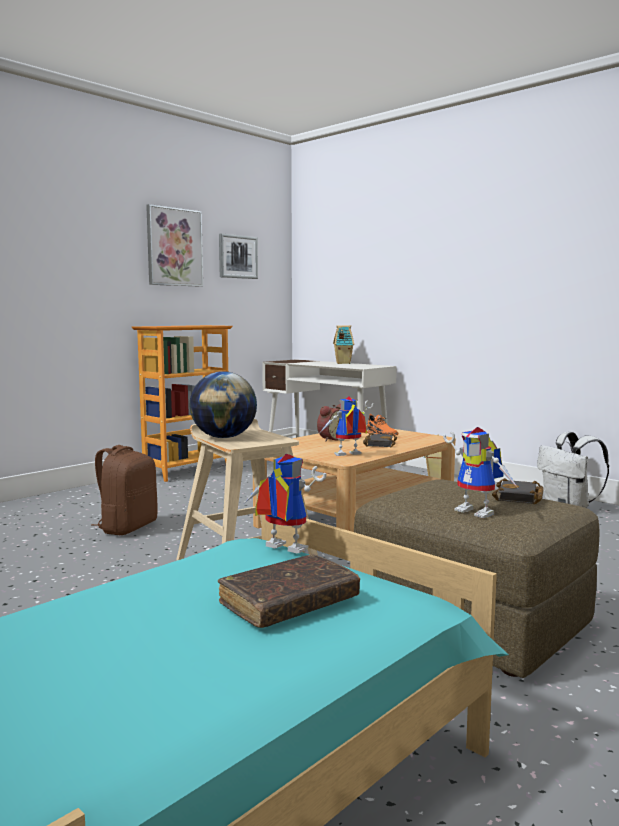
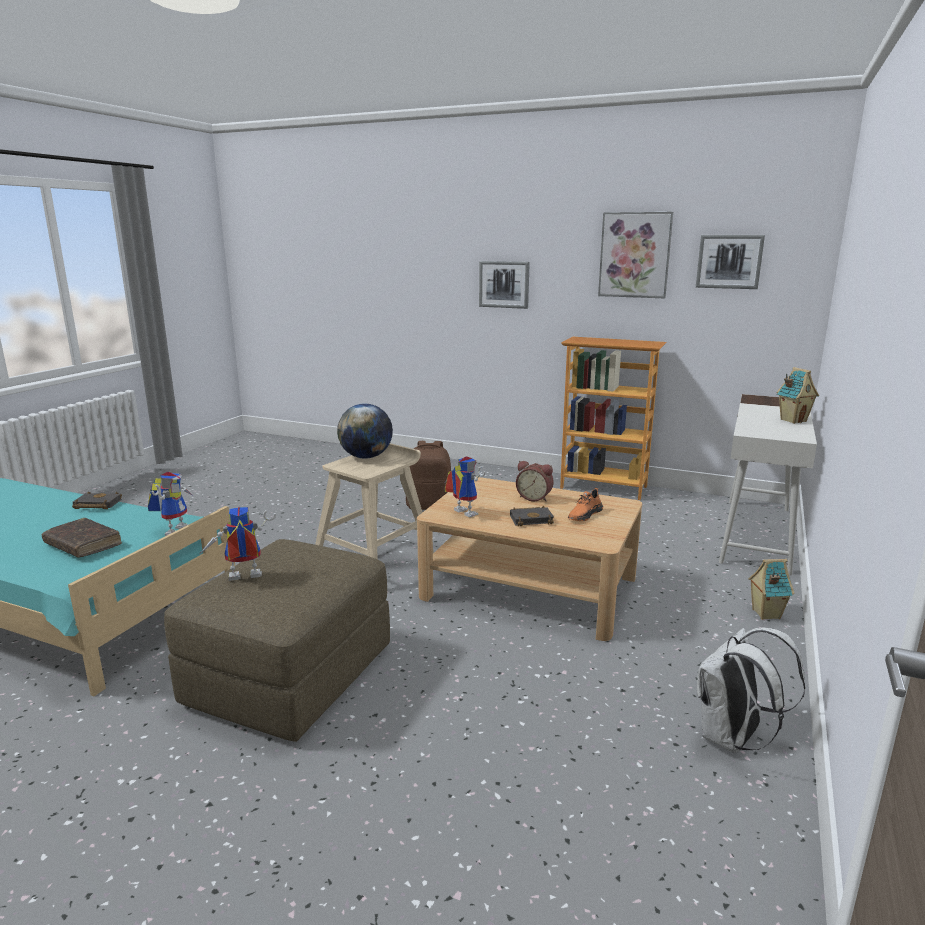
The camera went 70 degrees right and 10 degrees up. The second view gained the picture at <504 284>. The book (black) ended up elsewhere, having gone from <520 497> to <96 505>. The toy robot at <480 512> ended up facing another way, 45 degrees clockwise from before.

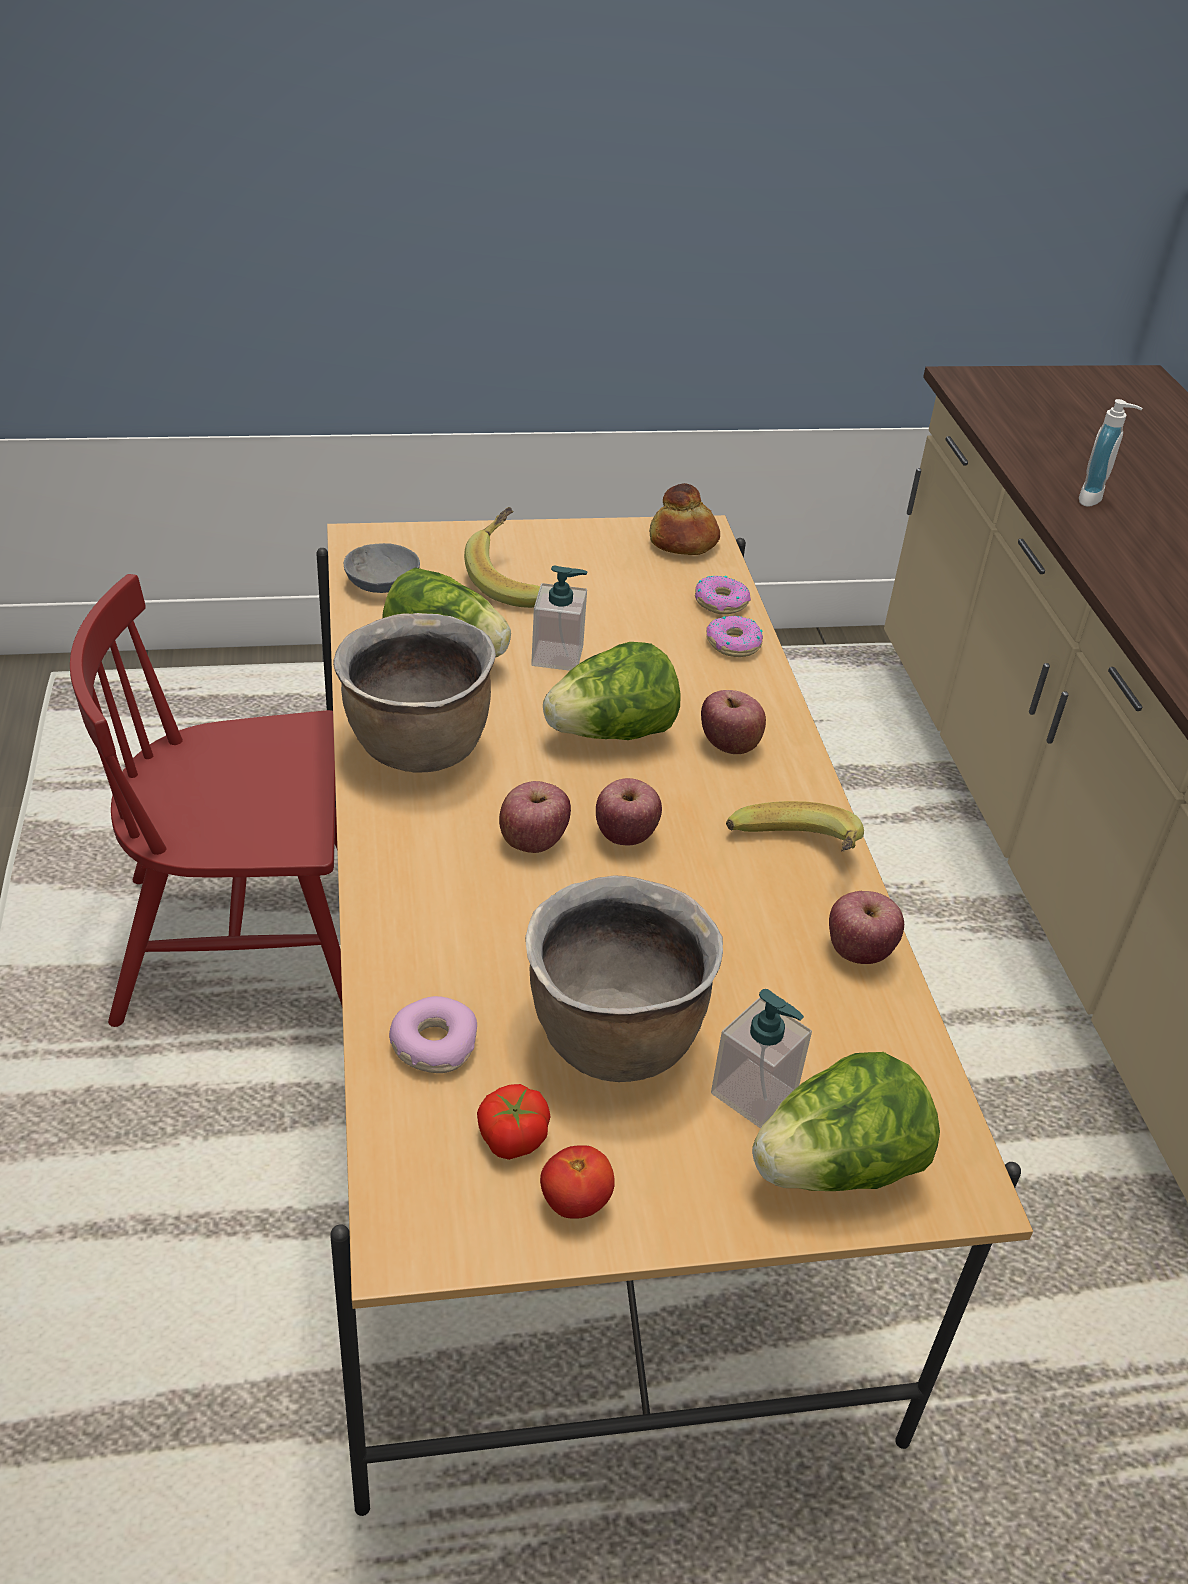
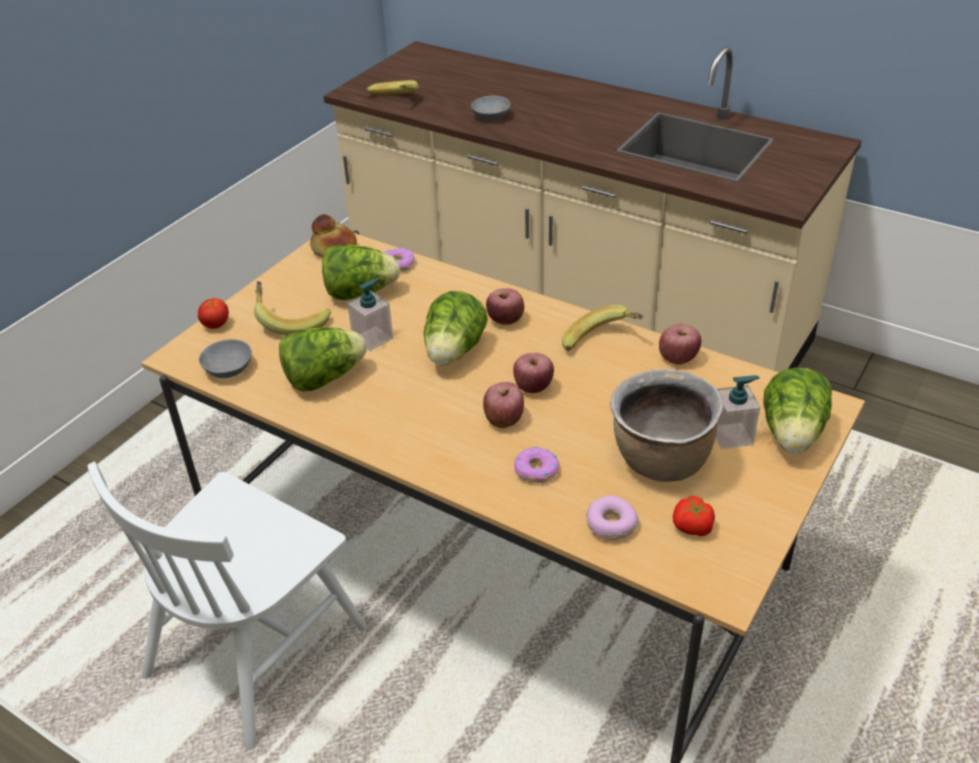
The camera went 45 degrees left and 0 degrees up. The second view lost the cooking pot (brown) at <417 748>. The second view gained the lettuce at <360 292>. The second view gained the banana at <392 102>. The tomato ended up elsewhere, having gone from <575 1202> to <216 325>. The donut ended up elsewhere, having gone from <733 644> to <536 470>. Where the soap dispenser stood at <1095 499>, the bowl (grey) came to stand at <490 116>. What was the chair (red) at <243 943> turned into the chair (white) at <256 649>.

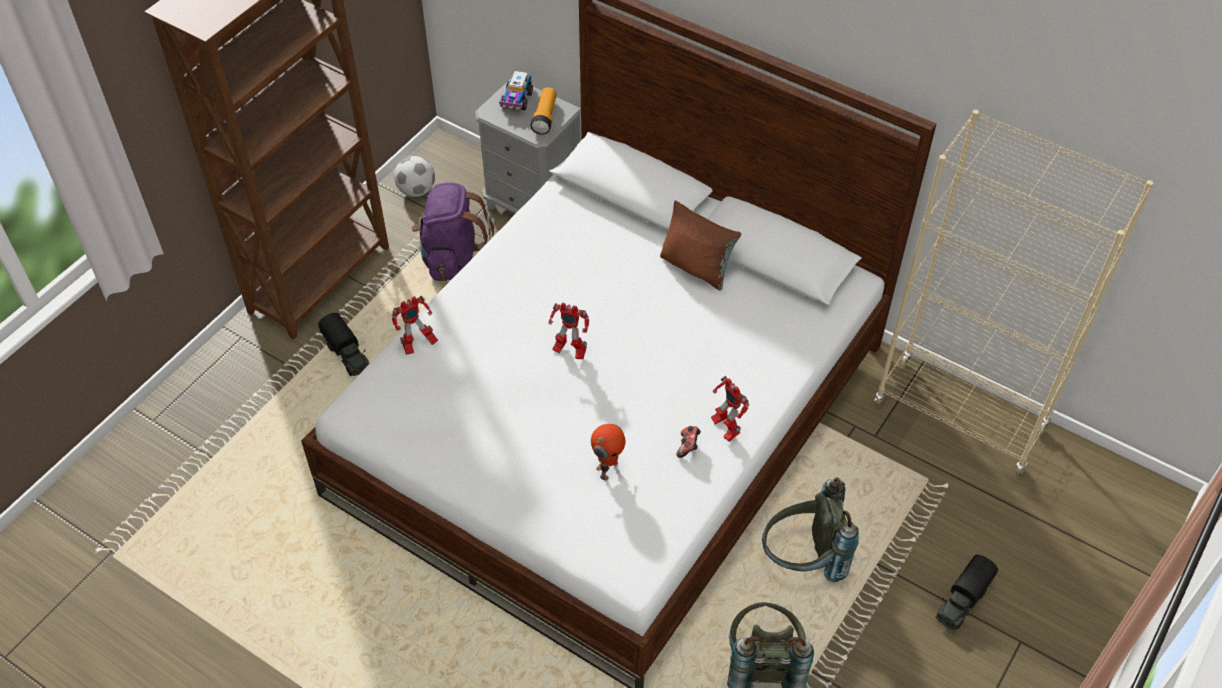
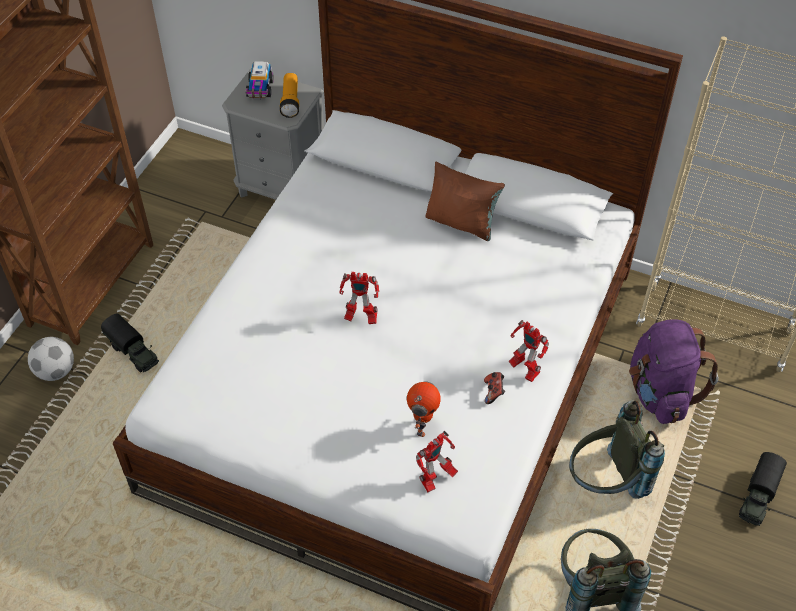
The camera went 10 degrees left and 0 degrees up. The toy robot ended up elsewhere, having gone from <417 345> to <436 479>. The football ended up elsewhere, having gone from <416 190> to <56 371>. The backpack (purple) ended up elsewhere, having gone from <453 258> to <660 393>.

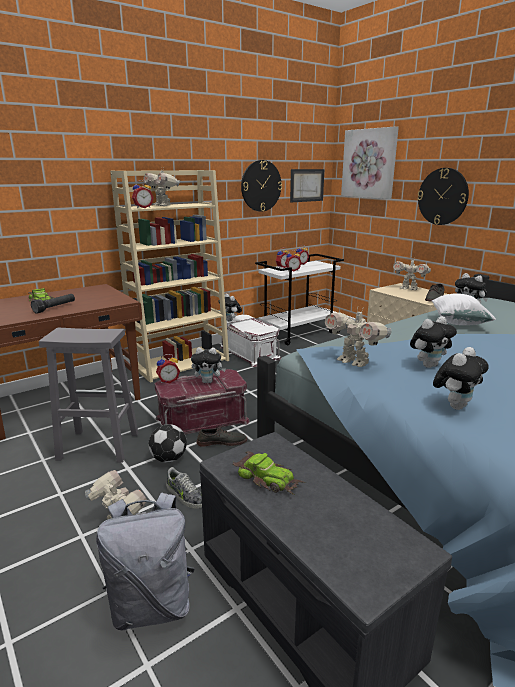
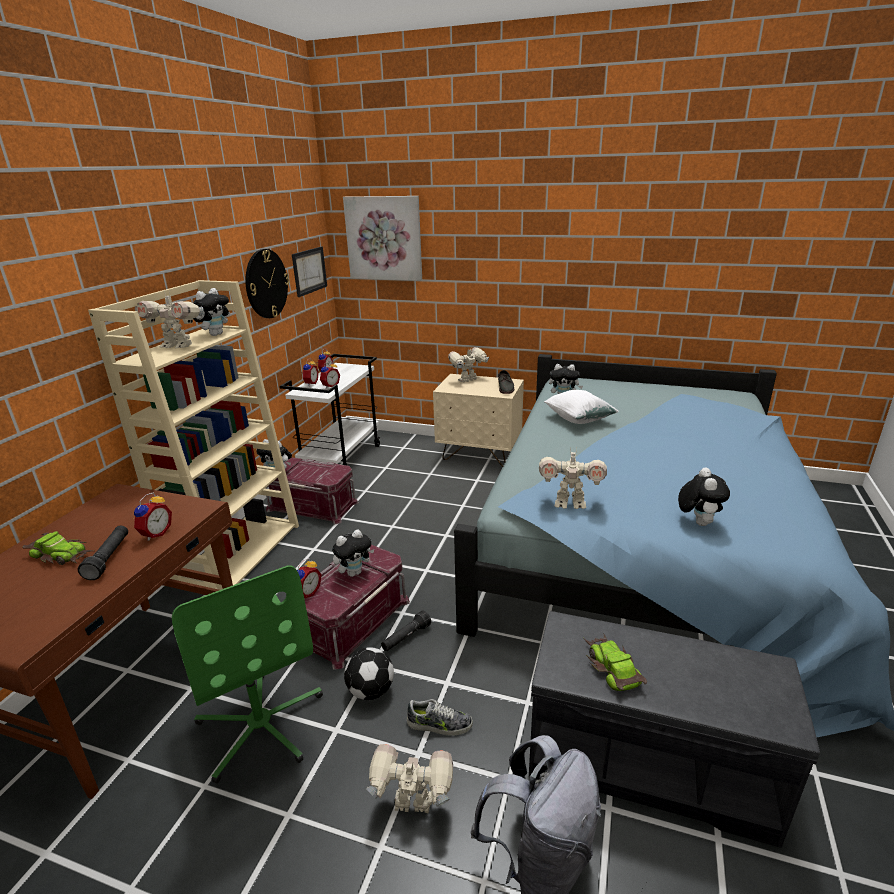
The camera went 35 degrees left and 5 degrees up. The second view lost the wall clock at <443 196>. The alarm clock ended up elsewhere, having gone from <143 207> to <155 533>. The plush toy ended up elsewhere, having gone from <428 365> to <215 334>. Where the stool (grey) stood at <97 446>, the office chair (green) came to stand at <261 724>. Where the shoe (grey) stood at <222 441>, the flashlight (black) came to stand at <406 638>. What was the storage box (white) at <250 353> turned into the storage box (red) at <313 505>. The toy car at <268 479> ended up facing another way, 105 degrees counterclockwise from before. The toy robot at <409 289> ended up facing another way, 150 degrees clockwise from before.

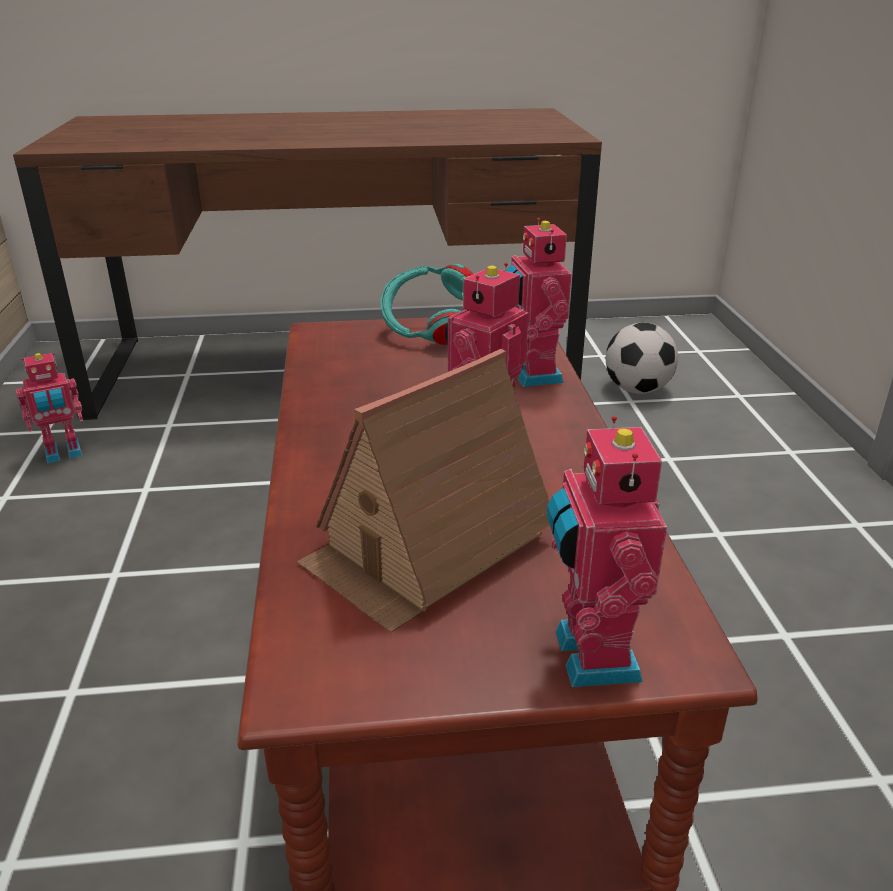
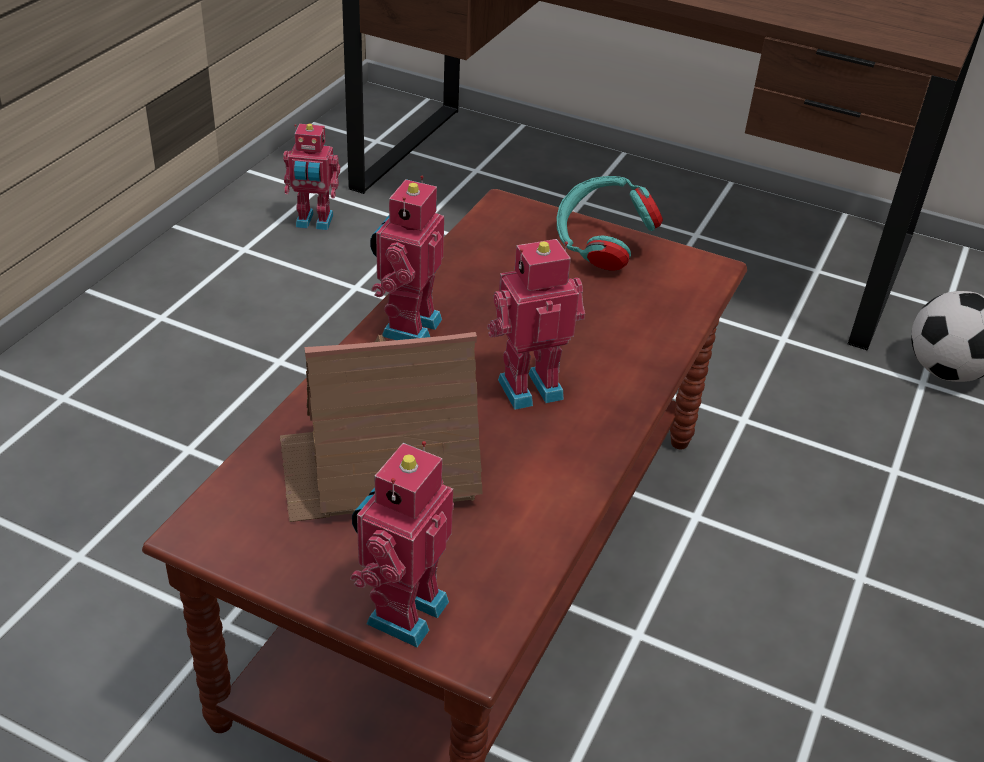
The camera went 30 degrees right and 10 degrees up. The toy robot ended up elsewhere, having gone from <532 375> to <407 326>.

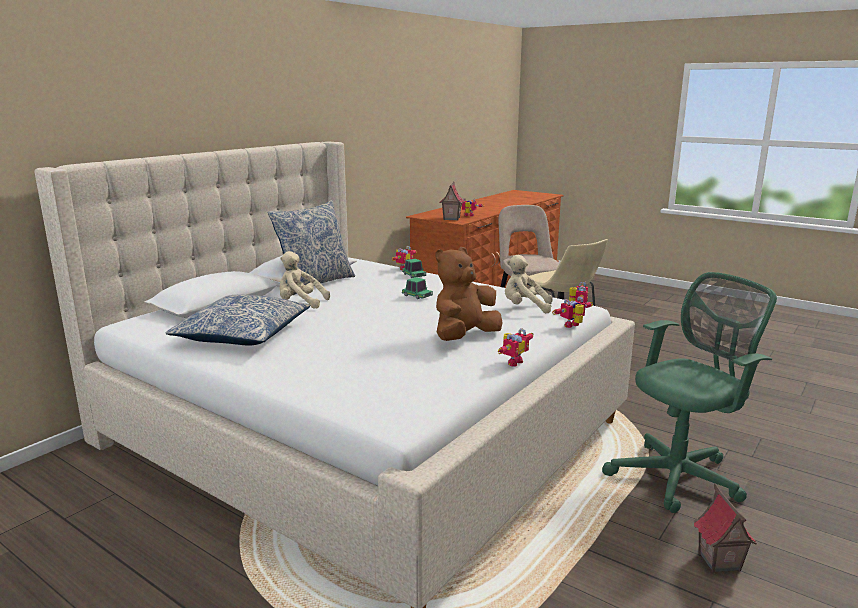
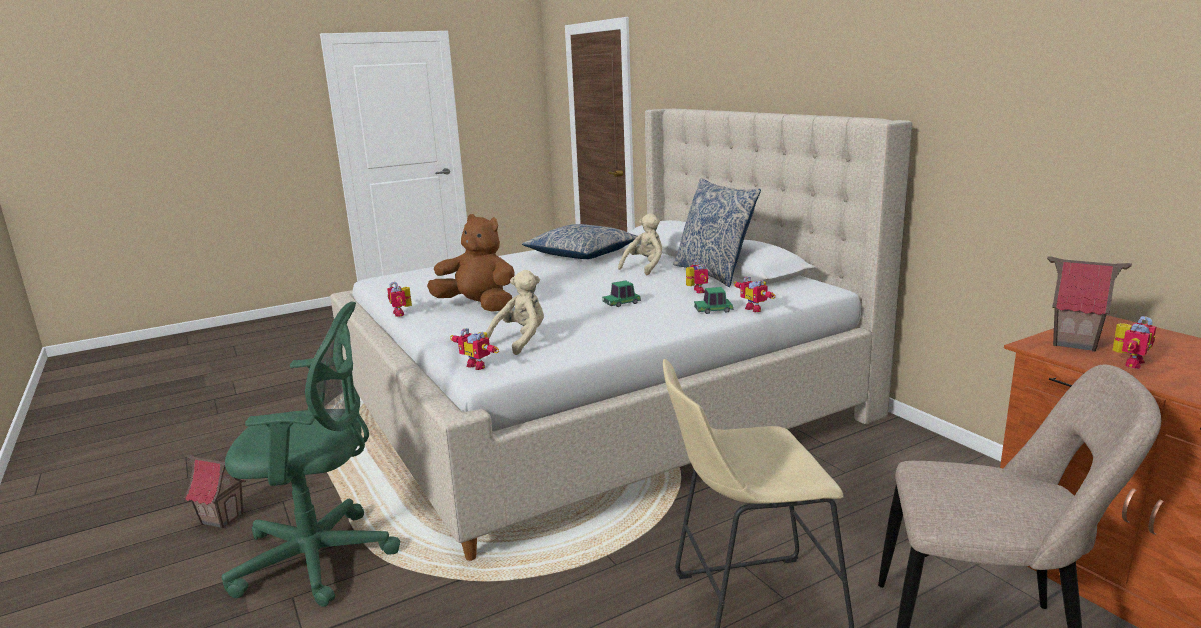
The camera went 115 degrees right and 0 degrees up. The toy robot ended up elsewhere, having gone from <573 326> to <696 291>. The plush toy (brown) at <464 337> ended up facing another way, 45 degrees counterclockwise from before. The office chair (green) at <679 476> ended up facing another way, 90 degrees counterclockwise from before.

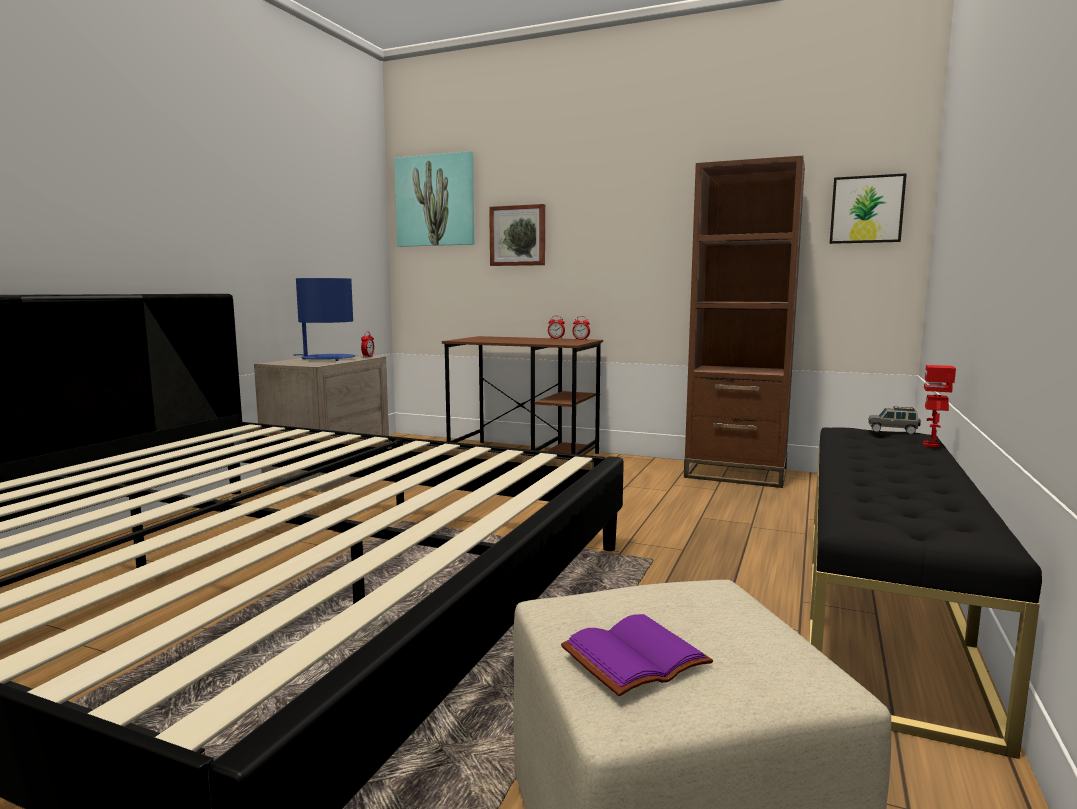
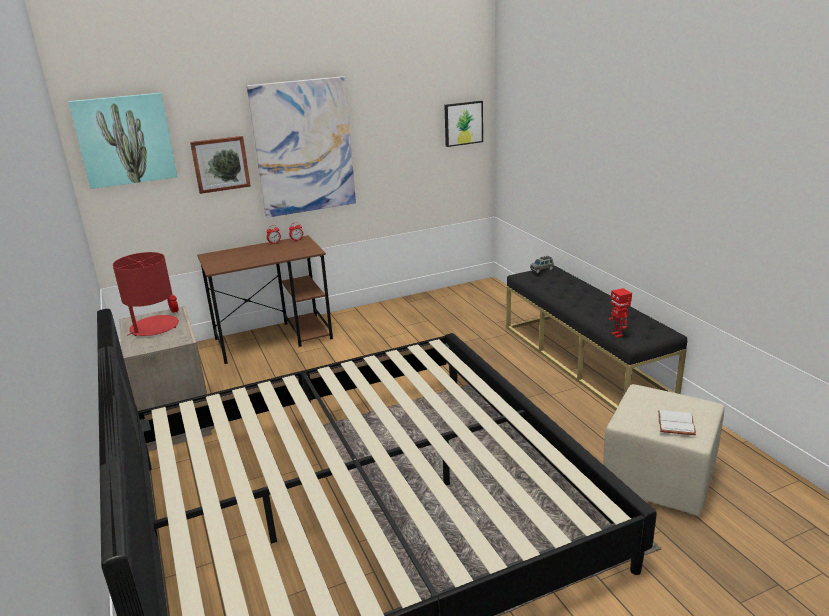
The camera went 45 degrees left and 15 degrees up. The second view lost the bookcase (brown) at <735 474>. The second view gained the picture at <304 147>. The toy robot ended up elsewhere, having gone from <932 445> to <617 335>. What was the table lamp (blue) at <327 358> turned into the table lamp (red) at <154 327>. What was the book (purple) at <635 660> turned into the book (white) at <677 424>.

